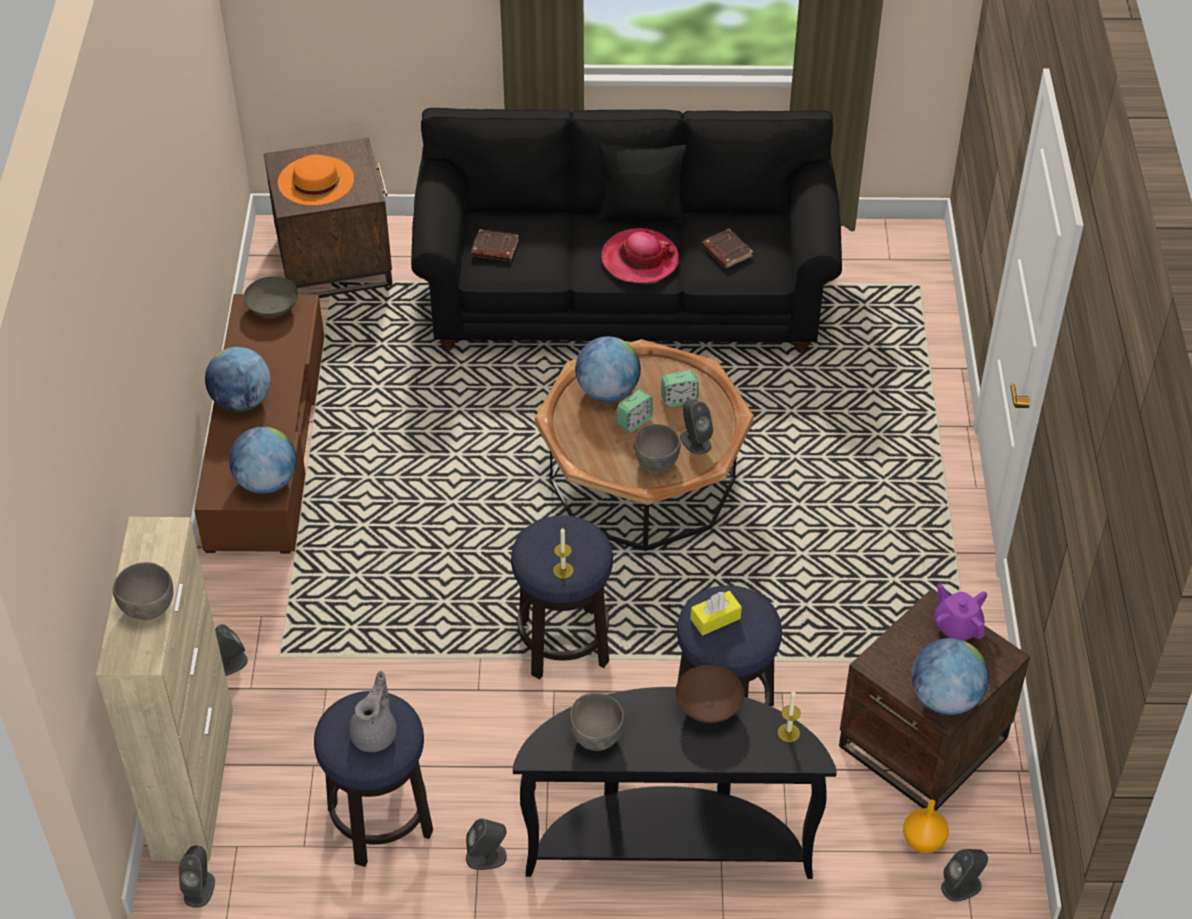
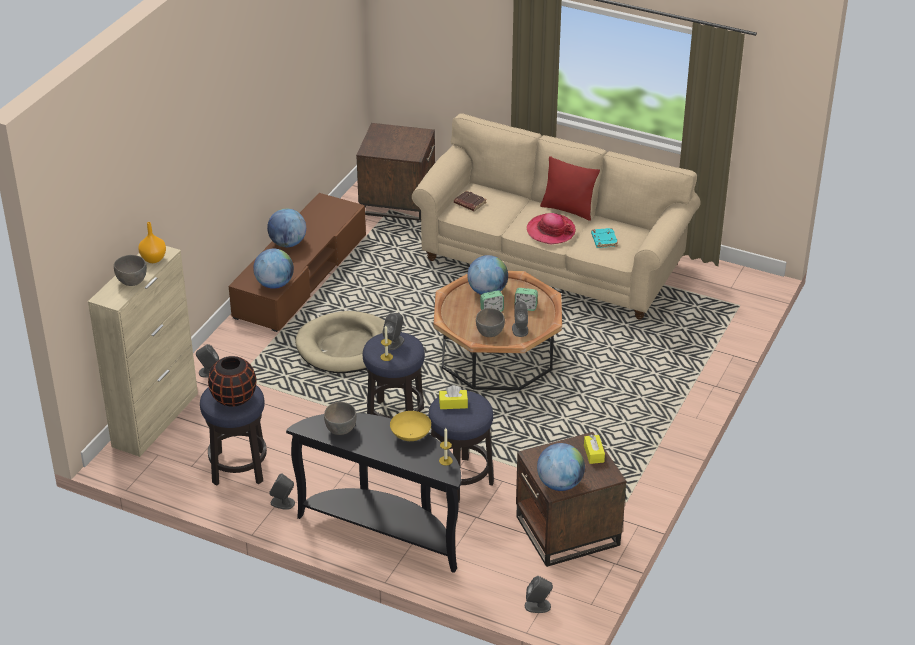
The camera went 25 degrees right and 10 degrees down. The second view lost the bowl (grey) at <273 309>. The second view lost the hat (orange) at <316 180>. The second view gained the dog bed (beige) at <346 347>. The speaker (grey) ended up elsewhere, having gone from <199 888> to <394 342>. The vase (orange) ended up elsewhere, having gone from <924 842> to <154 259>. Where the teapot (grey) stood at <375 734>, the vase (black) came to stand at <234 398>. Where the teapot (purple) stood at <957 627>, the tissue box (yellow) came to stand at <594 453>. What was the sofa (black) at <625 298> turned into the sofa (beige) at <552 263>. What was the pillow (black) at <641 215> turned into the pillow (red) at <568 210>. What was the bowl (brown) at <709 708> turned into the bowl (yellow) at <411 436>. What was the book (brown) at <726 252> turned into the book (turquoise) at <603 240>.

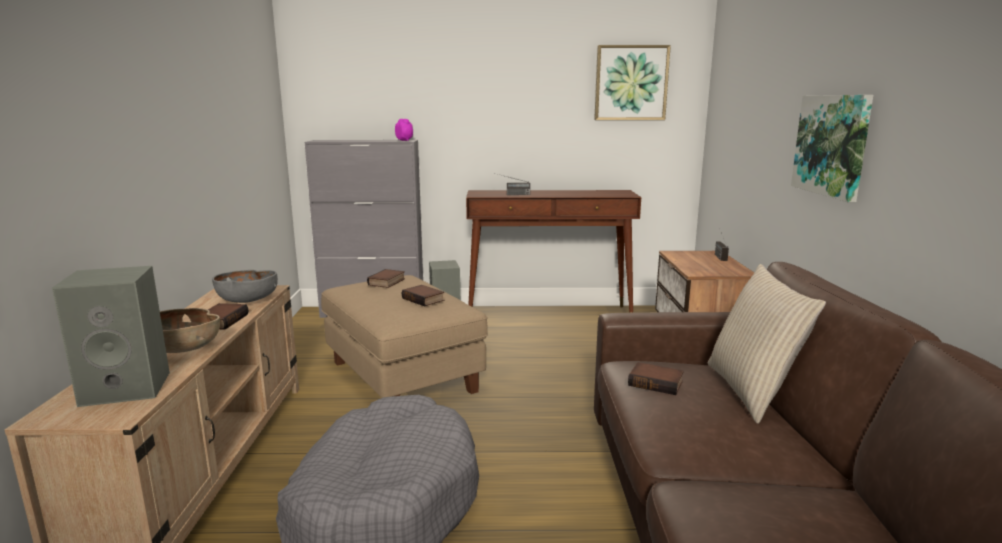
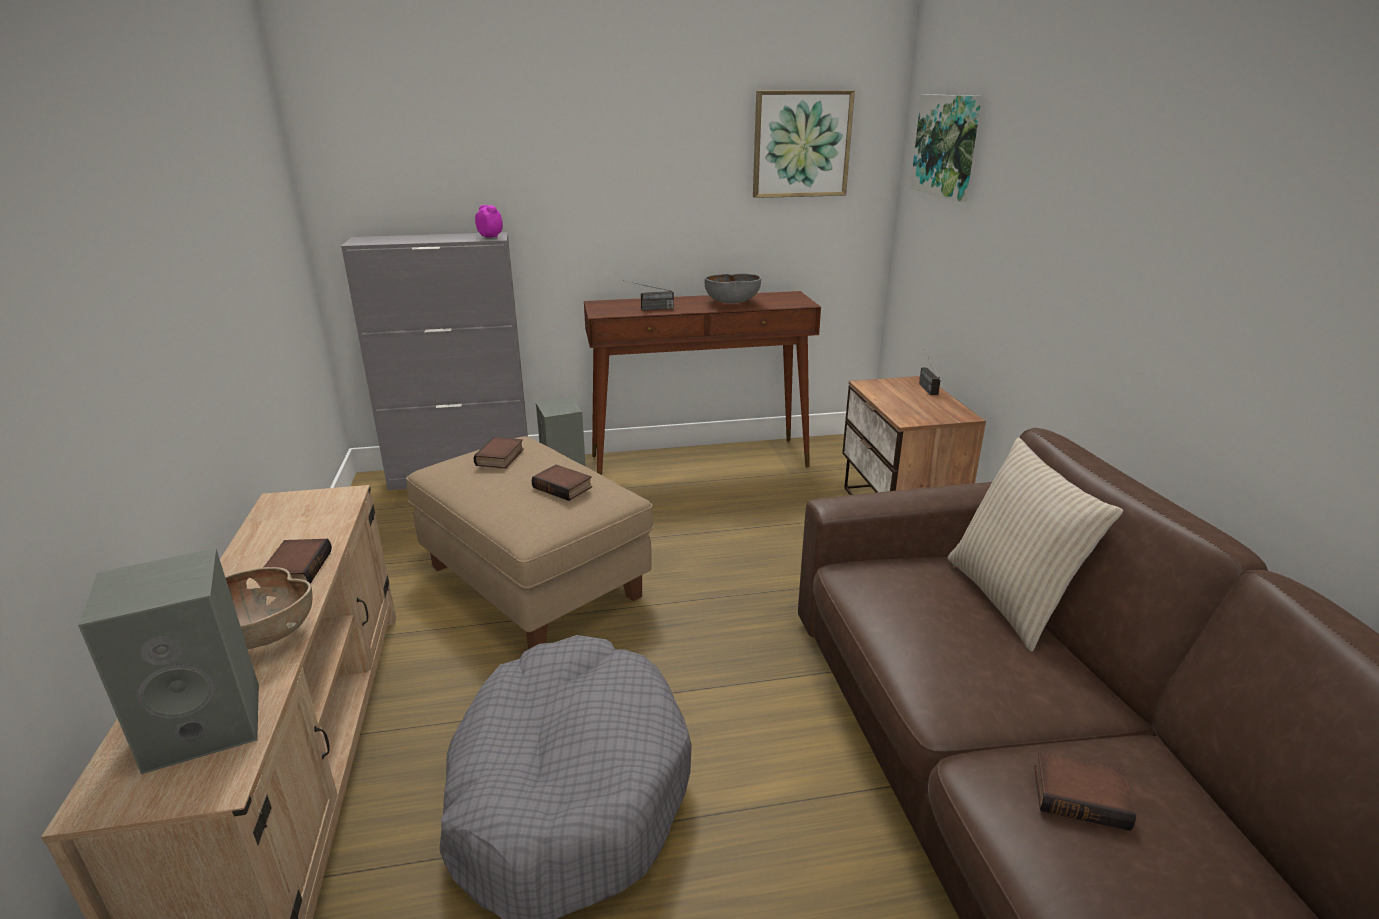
The camera went 10 degrees left and 10 degrees up. The bowl (grey) ended up elsewhere, having gone from <247 301> to <732 302>. The book ended up elsewhere, having gone from <656 383> to <1081 796>. The picture ended up elsewhere, having gone from <832 145> to <947 146>.

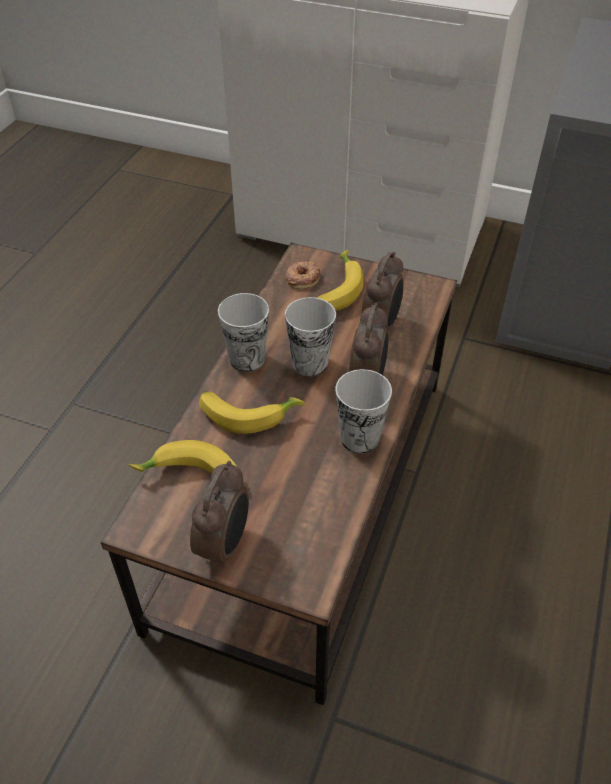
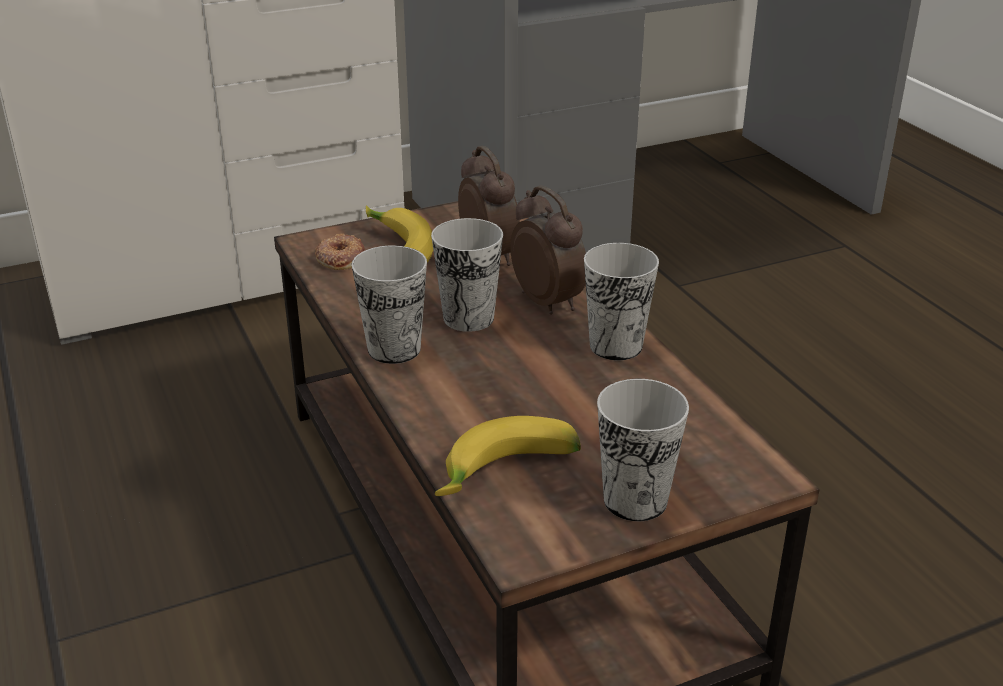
The camera went 45 degrees left and 15 degrees down. The second view lost the banana at <248 413>. Where the alarm clock stood at <225 544>, the cup came to stand at <635 500>.

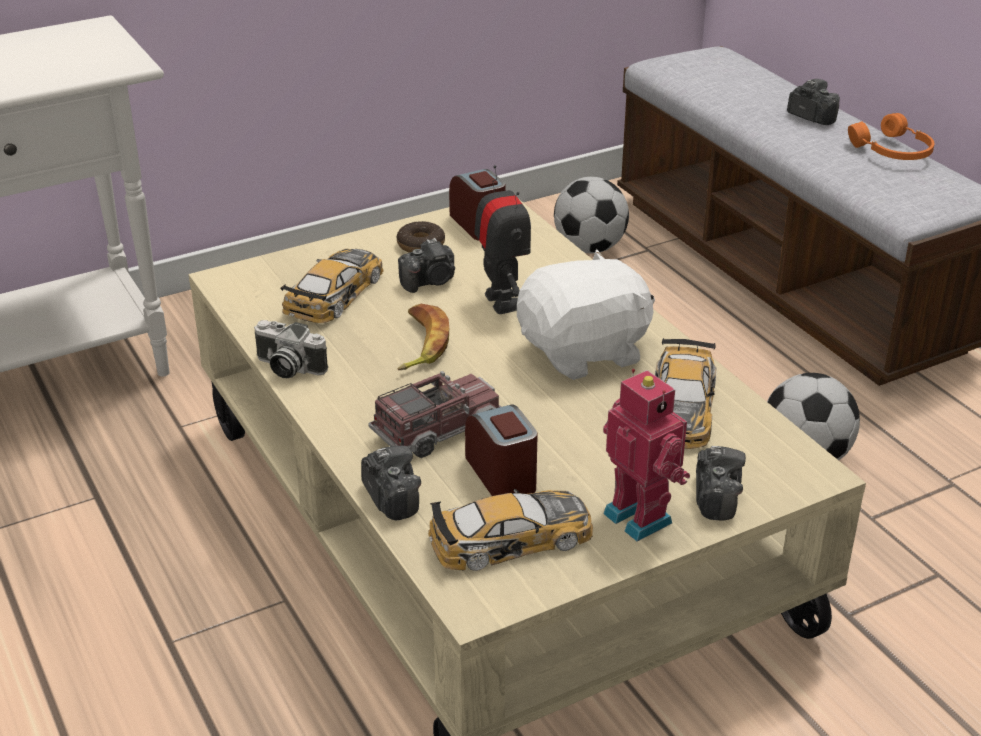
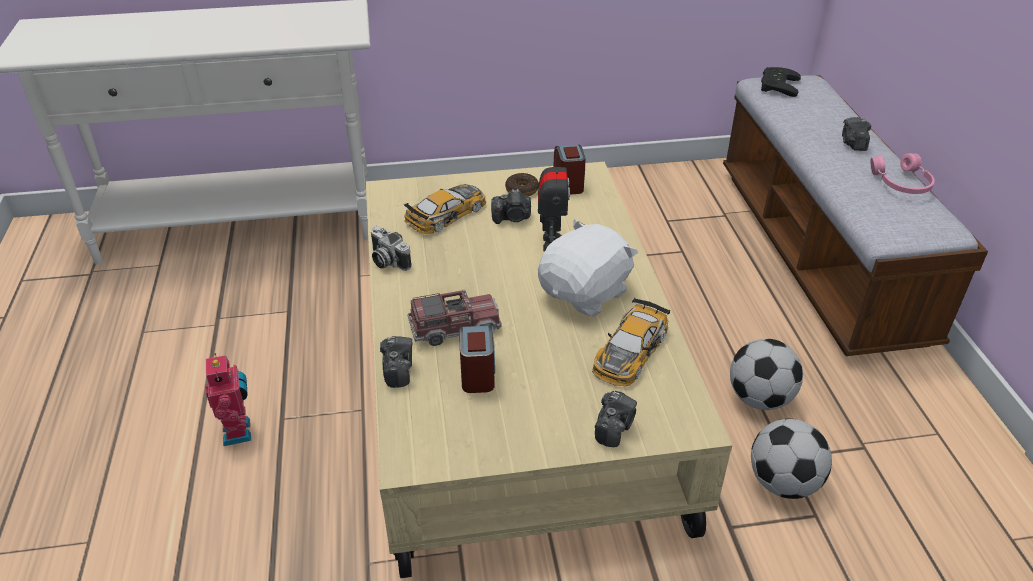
The camera went 20 degrees right and 5 degrees up. The second view lost the banana at <420 344>. The second view lost the toy car at <512 538>. The second view gained the game controller (black) at <776 85>. The football ended up elsewhere, having gone from <590 248> to <783 483>. The toy robot ended up elsewhere, having gone from <641 516> to <239 431>. What was the headphones (orange) at <892 152> turned into the headphones (pink) at <900 183>. The plush toy (white) at <584 352> ended up facing another way, 45 degrees counterclockwise from before. The photo camera at <811 116> ended up facing another way, 150 degrees counterclockwise from before.

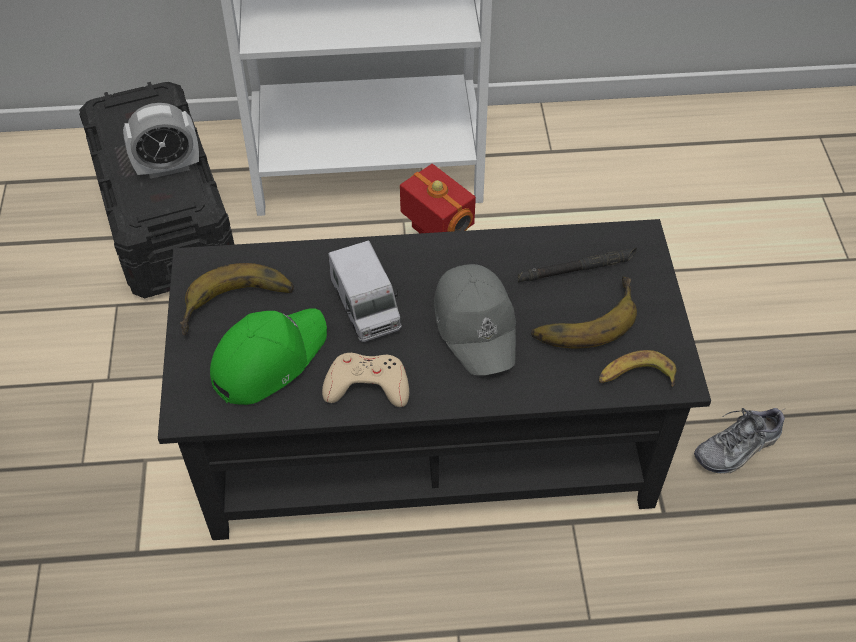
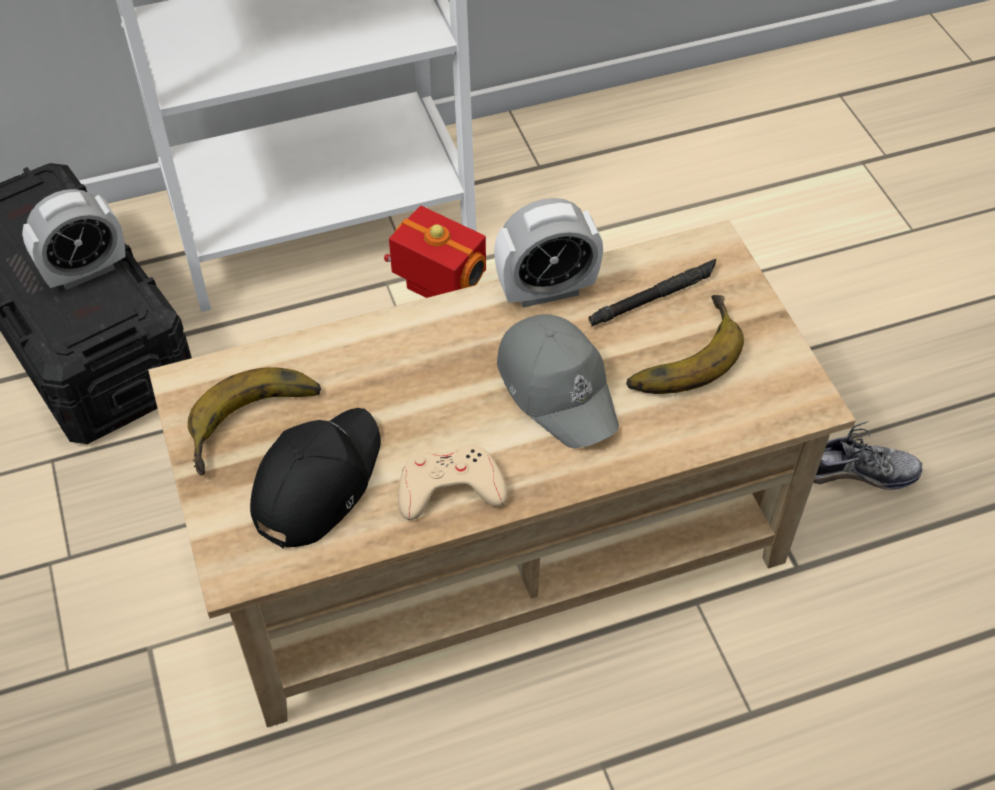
The camera went 15 degrees left and 0 degrees up. The second view lost the toy truck at <365 307>. The second view lost the banana at <635 377>. The second view gained the alarm clock at <546 290>. What was the coffee table (black) at <428 437> turned into the coffee table (beige) at <497 539>. What was the cap (green) at <268 359> turned into the cap (black) at <316 482>. The shoe at <737 447> ended up facing another way, 135 degrees counterclockwise from before.

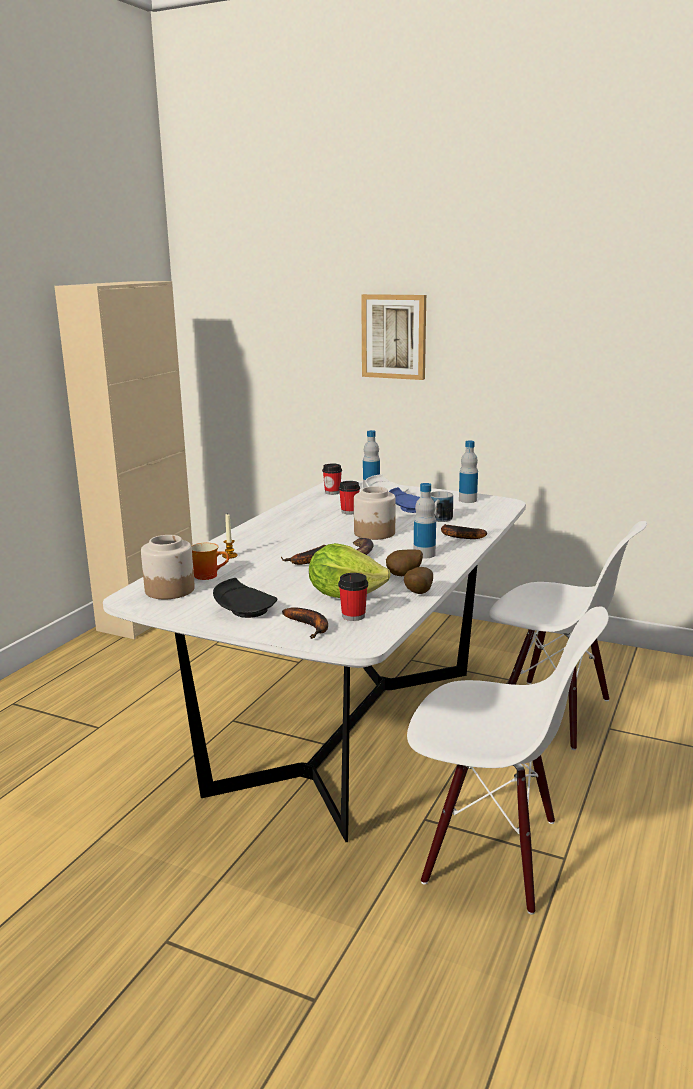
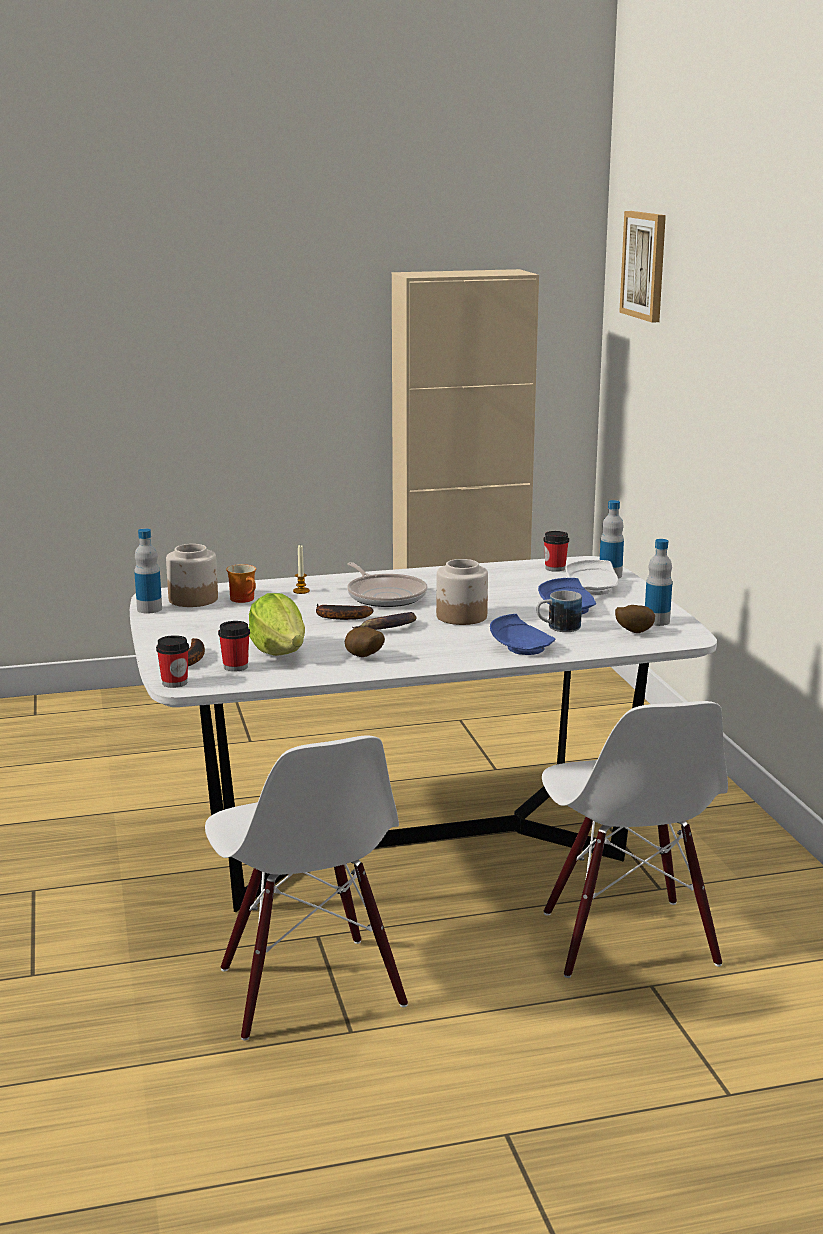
The camera went 50 degrees right and 0 degrees up. The second view lost the plate (black) at <245 610>. The second view gained the frying pan at <385 596>. The cup ended up elsewhere, having gone from <349 512> to <174 683>. The picture ended up elsewhere, having gone from <394 336> to <645 265>. The potato ended up elsewhere, having gone from <417 594> to <633 632>. The bottle ended up elsewhere, having gone from <424 554> to <149 609>. Where the banana stood at <458 536>, the plate (blue) came to stand at <521 647>.

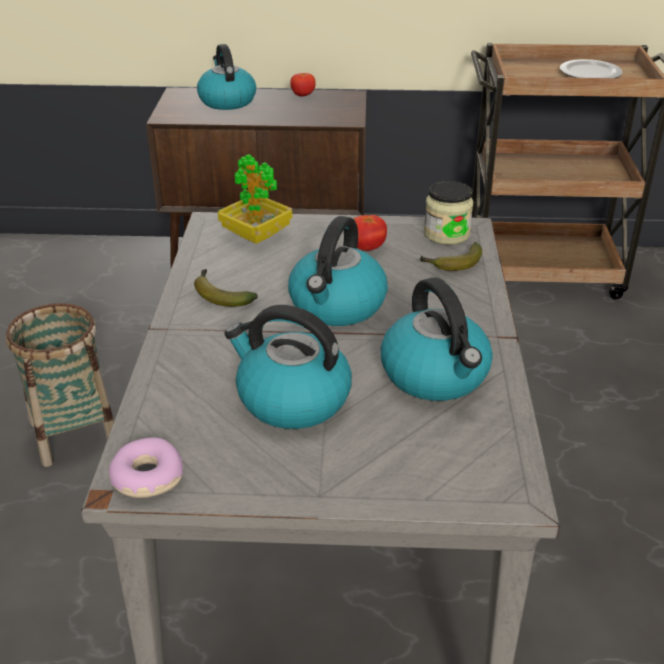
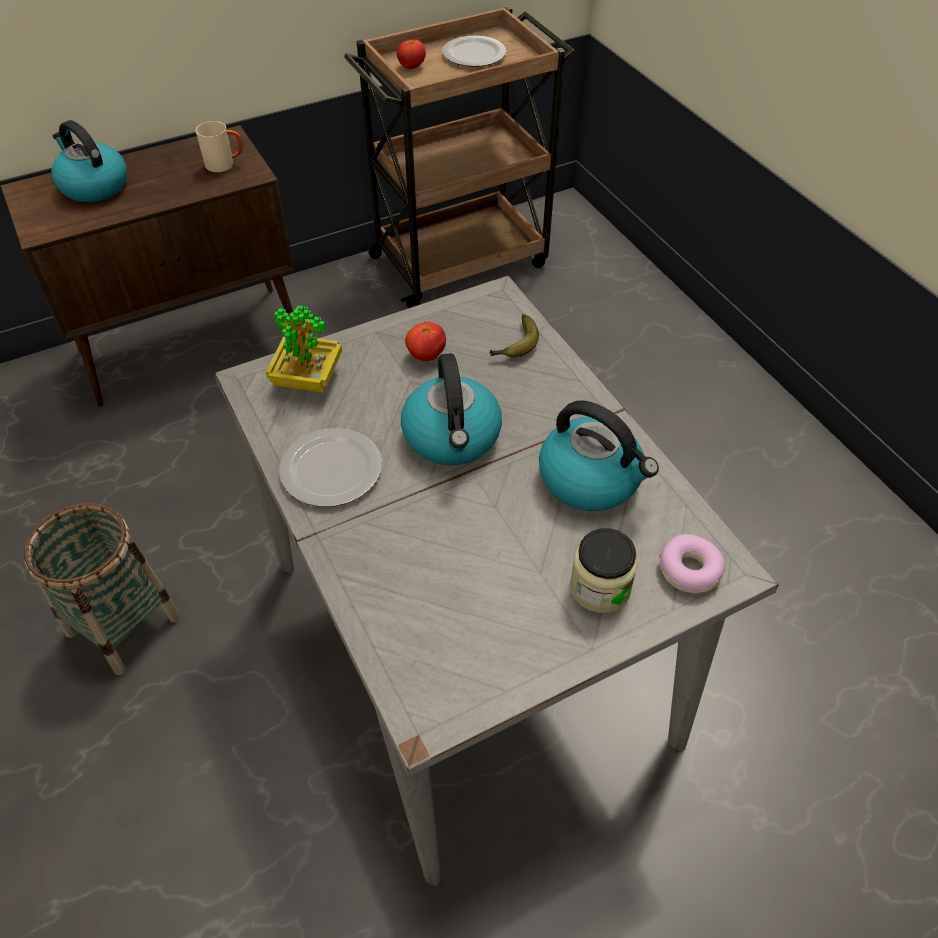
The camera went 30 degrees left and 15 degrees up. The second view lost the kettle at <291 399>. The second view gained the mug (beige) at <225 164>. The donut ended up elsewhere, having gone from <146 478> to <689 570>. The tomato ended up elsewhere, having gone from <303 95> to <411 67>. The jar ended up elsewhere, having gone from <446 234> to <600 588>. Where the banana stood at <220 295>, the plate came to stand at <333 469>.

